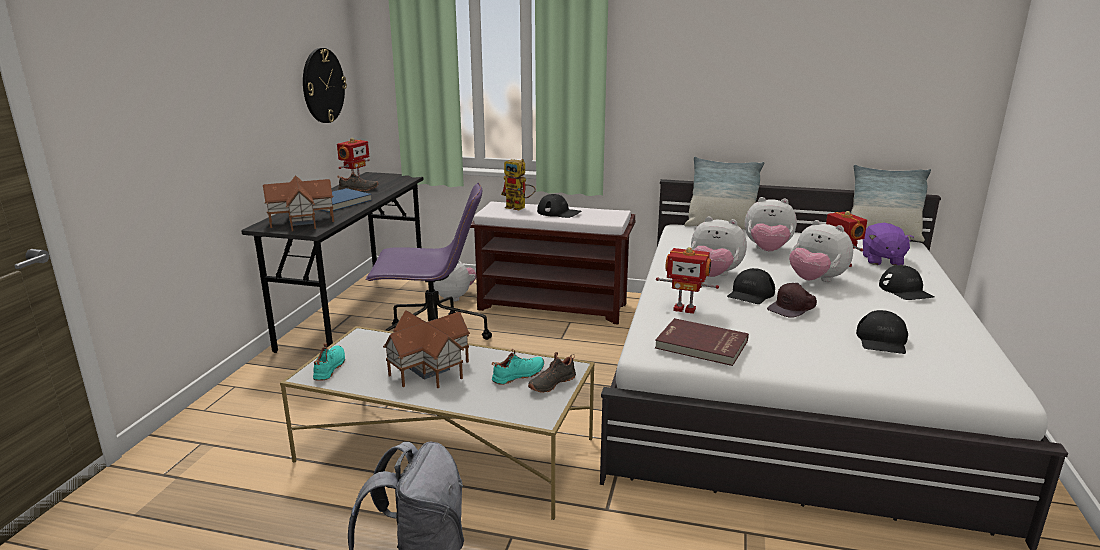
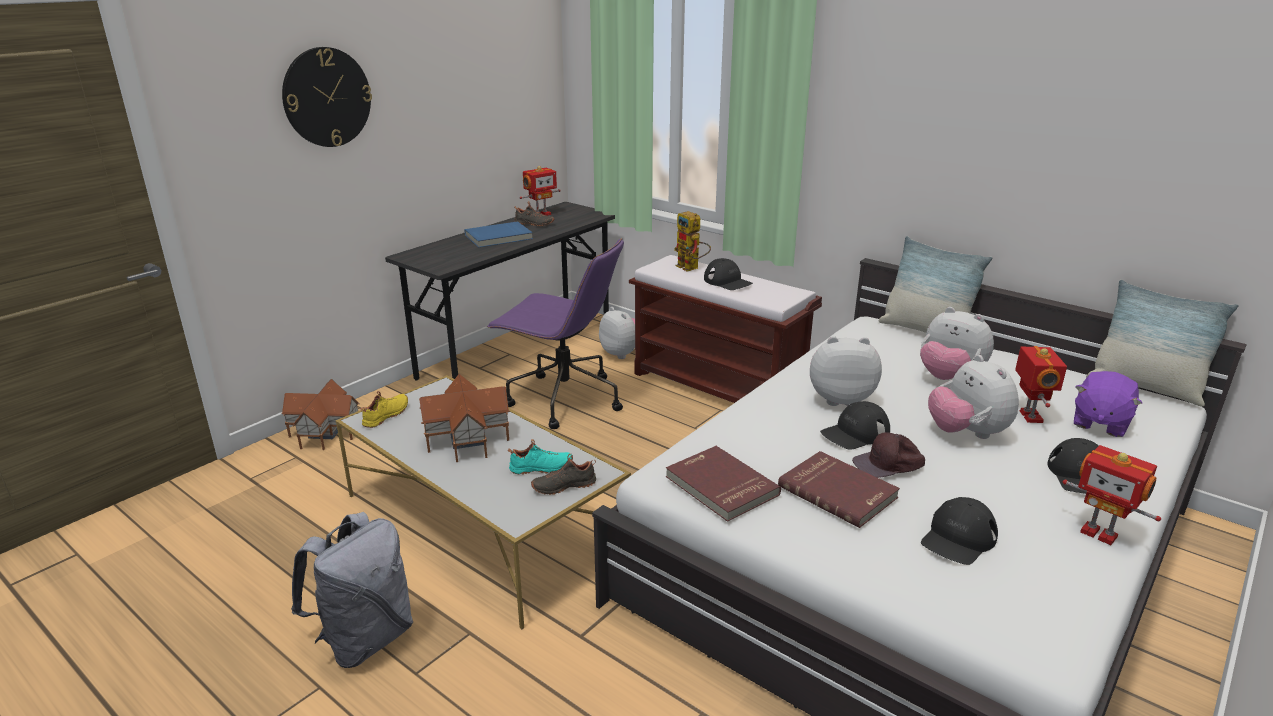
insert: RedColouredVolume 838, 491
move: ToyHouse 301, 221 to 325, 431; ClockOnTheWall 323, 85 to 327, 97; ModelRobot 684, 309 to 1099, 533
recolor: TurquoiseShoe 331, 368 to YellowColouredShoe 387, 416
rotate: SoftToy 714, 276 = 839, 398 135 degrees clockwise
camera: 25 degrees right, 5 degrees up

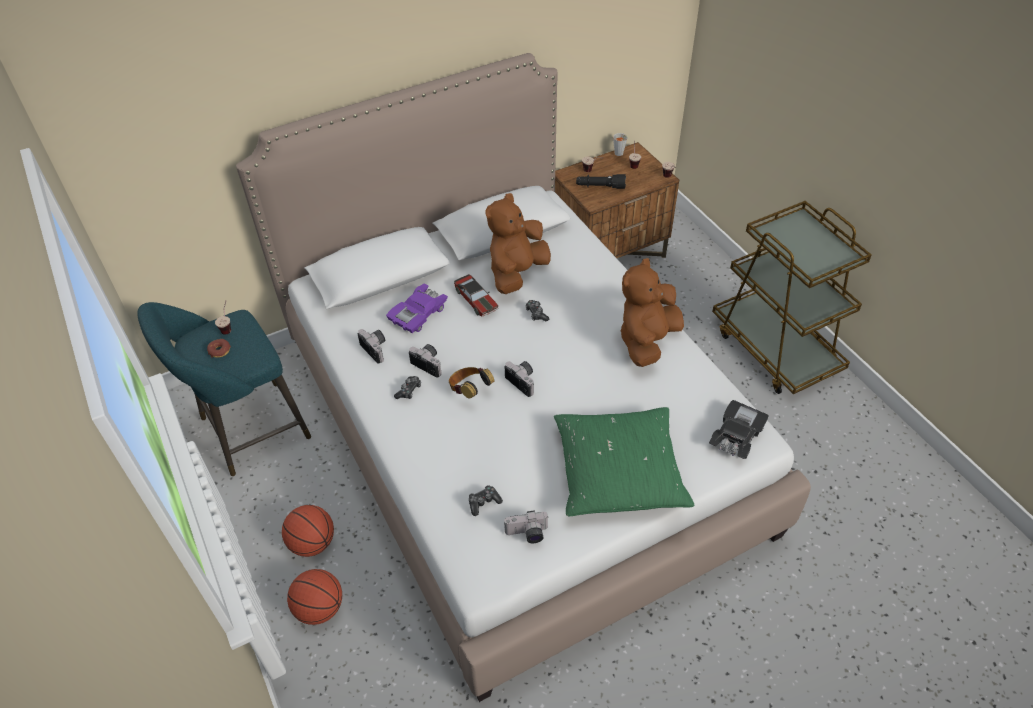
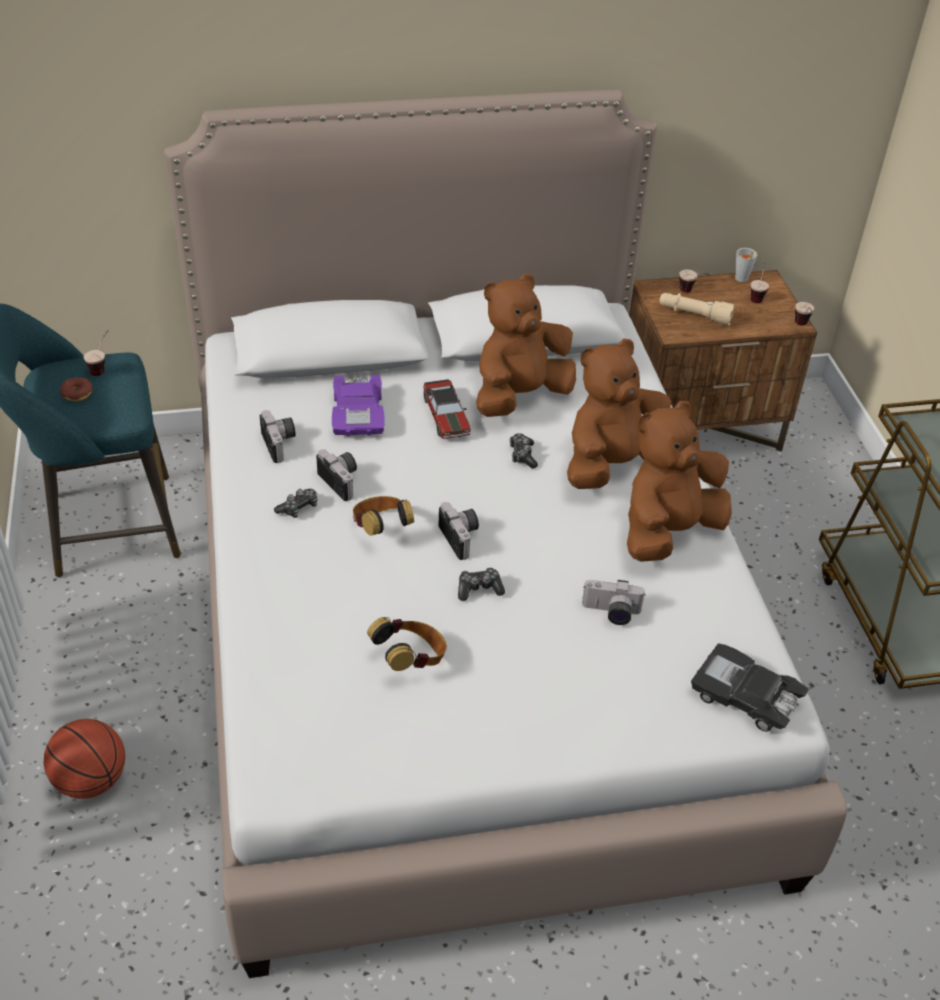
delete: BasketballBall 312, 543; GreenishPillow 619, 471
insert: Headset 410, 660; BrownSoftToy 612, 466
move: Joypad 483, 502 to 479, 589; PhotoCamera 527, 534 to 611, 613
recolor: BlackFlashlight 600, 186 to BeigeColouredFlashlight 694, 315
rotate: PurplishToyCar 418, 314 = 358, 414 60 degrees counterclockwise; BlackToyCar 736, 435 = 745, 697 105 degrees counterclockwise
camera: 15 degrees right, 5 degrees down

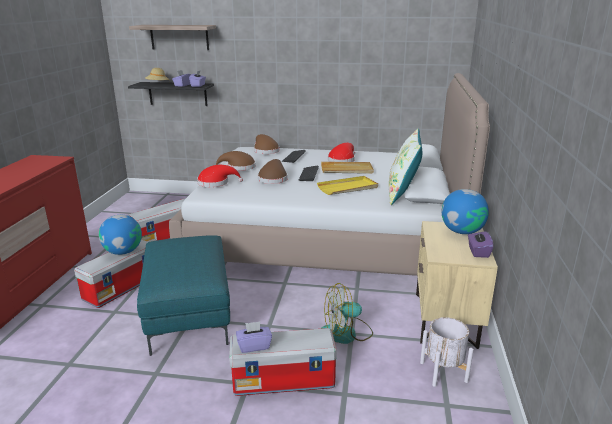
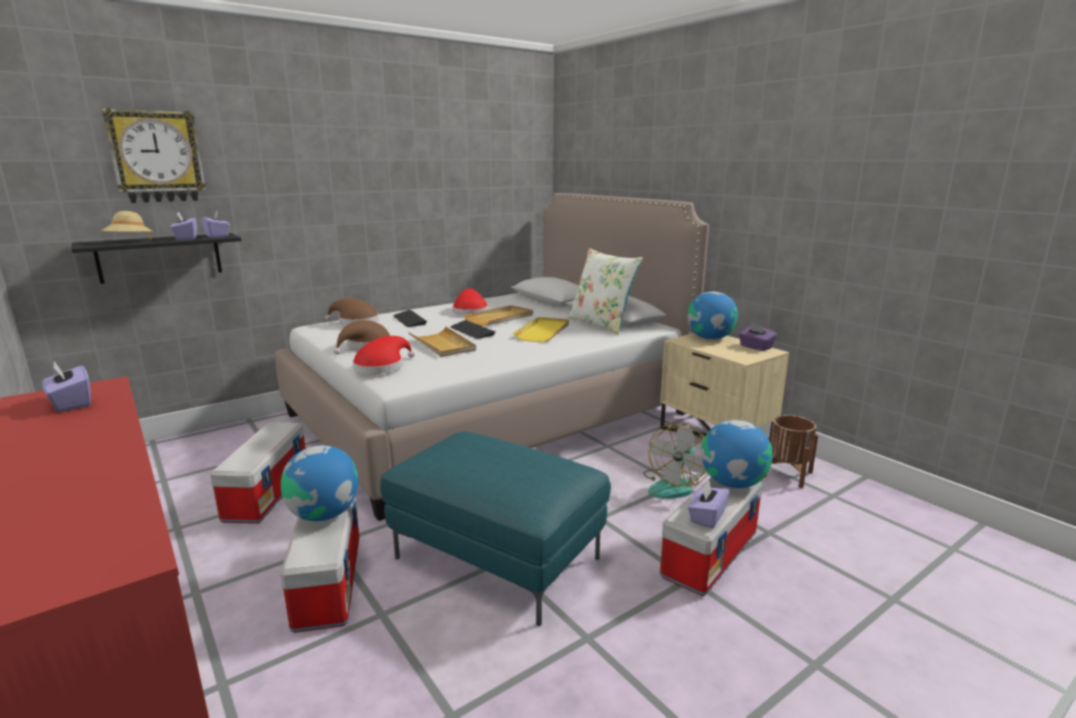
insert: PurplishTissueHolder 71, 403; WorldGlobe 733, 483
replace: Shelf 179, 37 to ClockOnTheWall 157, 157; BrownClothingHat 273, 179 to BeigeColouredServingTray 442, 345
recolor: WhiteColouredPlanter 444, 372 to BrownPlanter 787, 474
camera: 45 degrees left, 5 degrees down

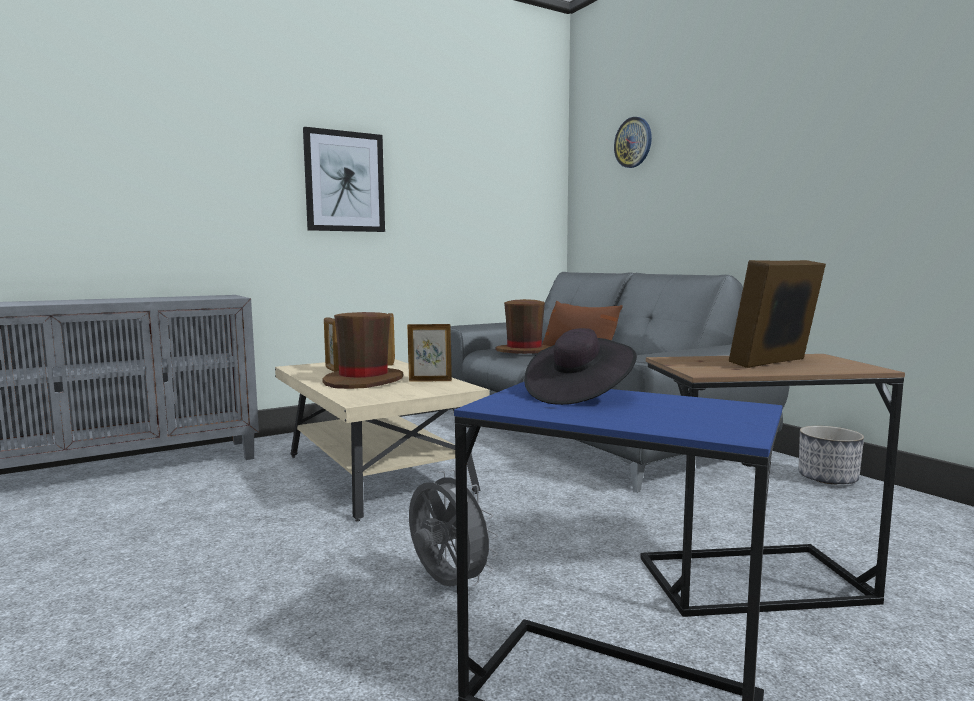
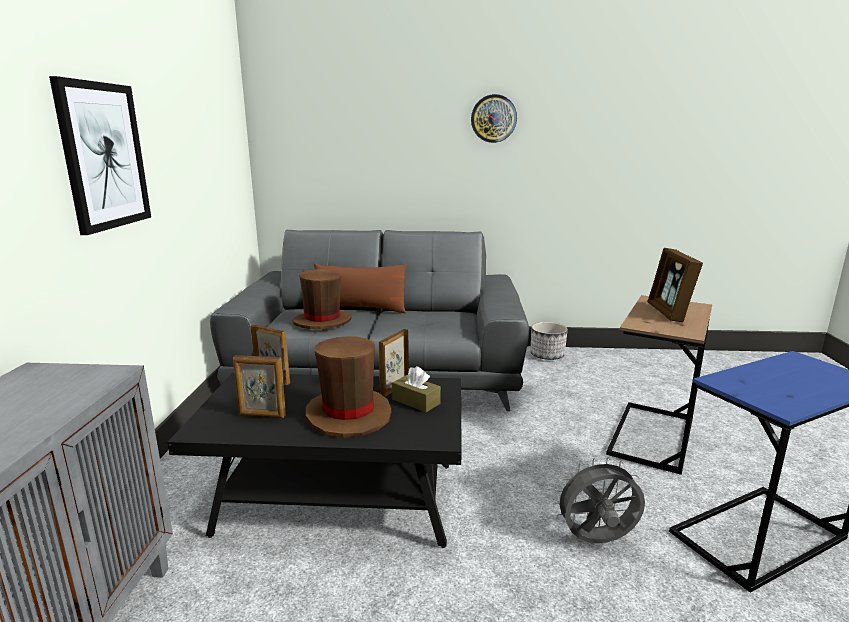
delete: BlackClothingHat 578, 395
insert: BrownTissueHolder 416, 401
move: ClockOnTheWall 633, 142 to 493, 118
recolor: BeigeColouredLowTable 375, 473 to BlackLowTable 338, 499
camera: 55 degrees left, 10 degrees up

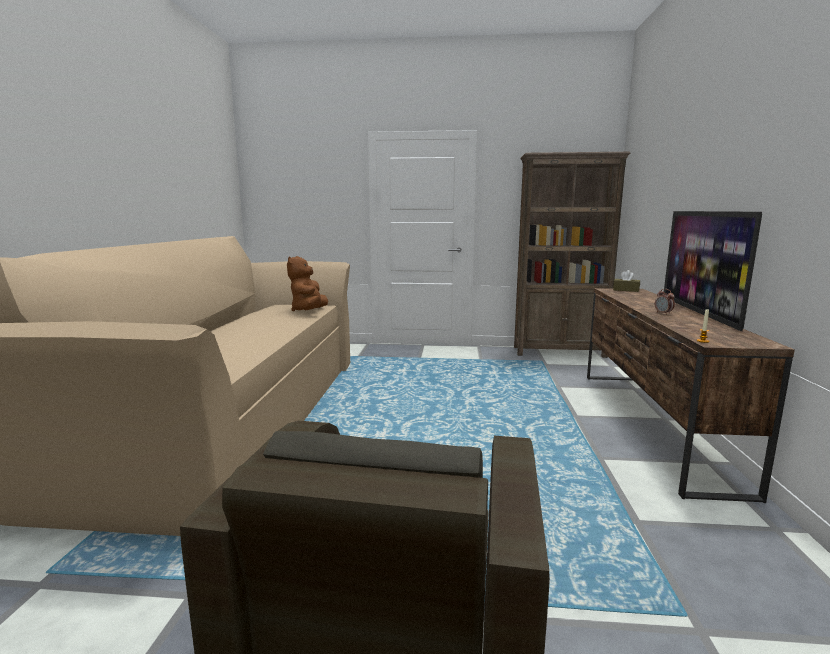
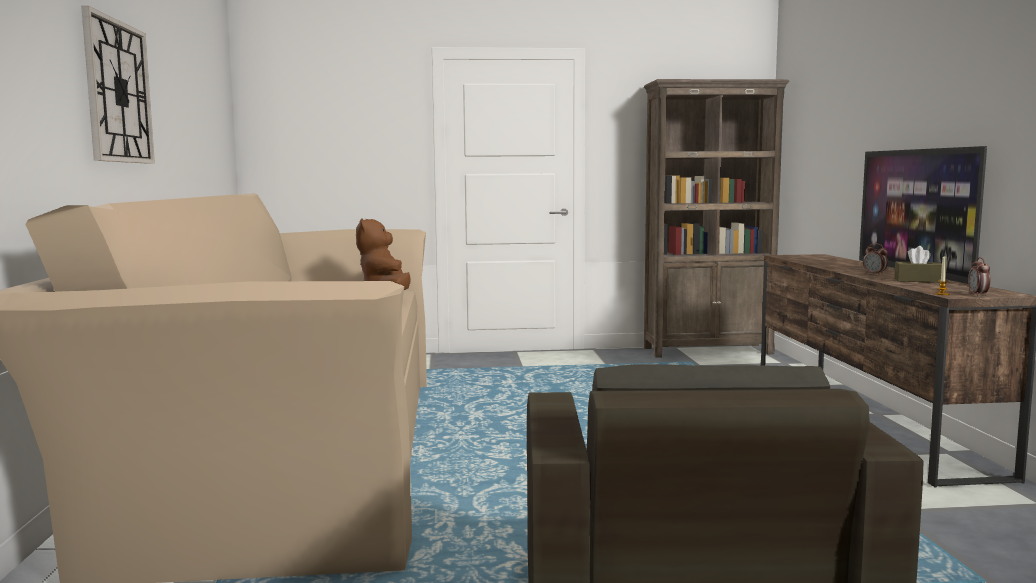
insert: ClockOnTheWall 118, 92; AlarmClock 978, 295
move: BrownTissueHolder 626, 290 to 918, 280
camera: 10 degrees left, 5 degrees down

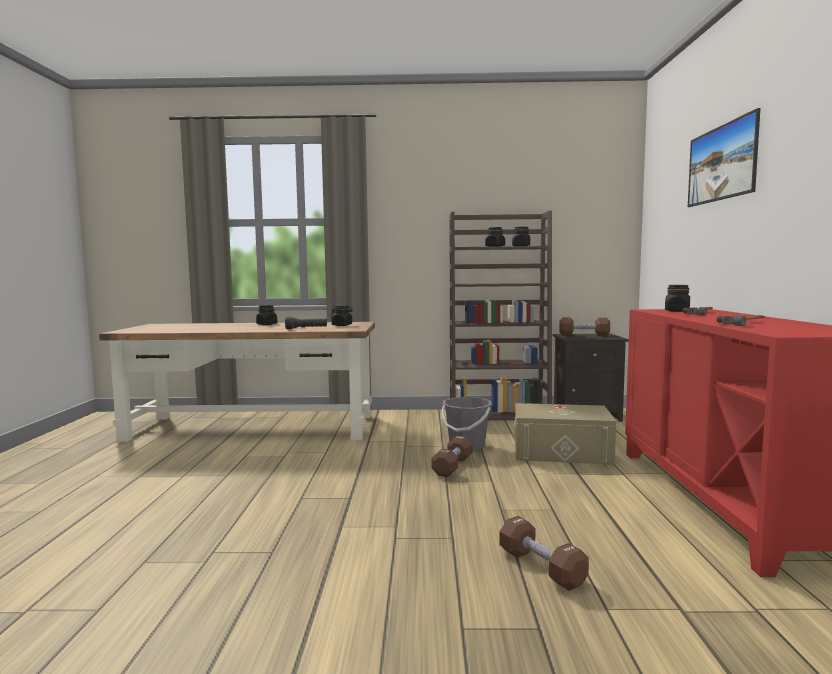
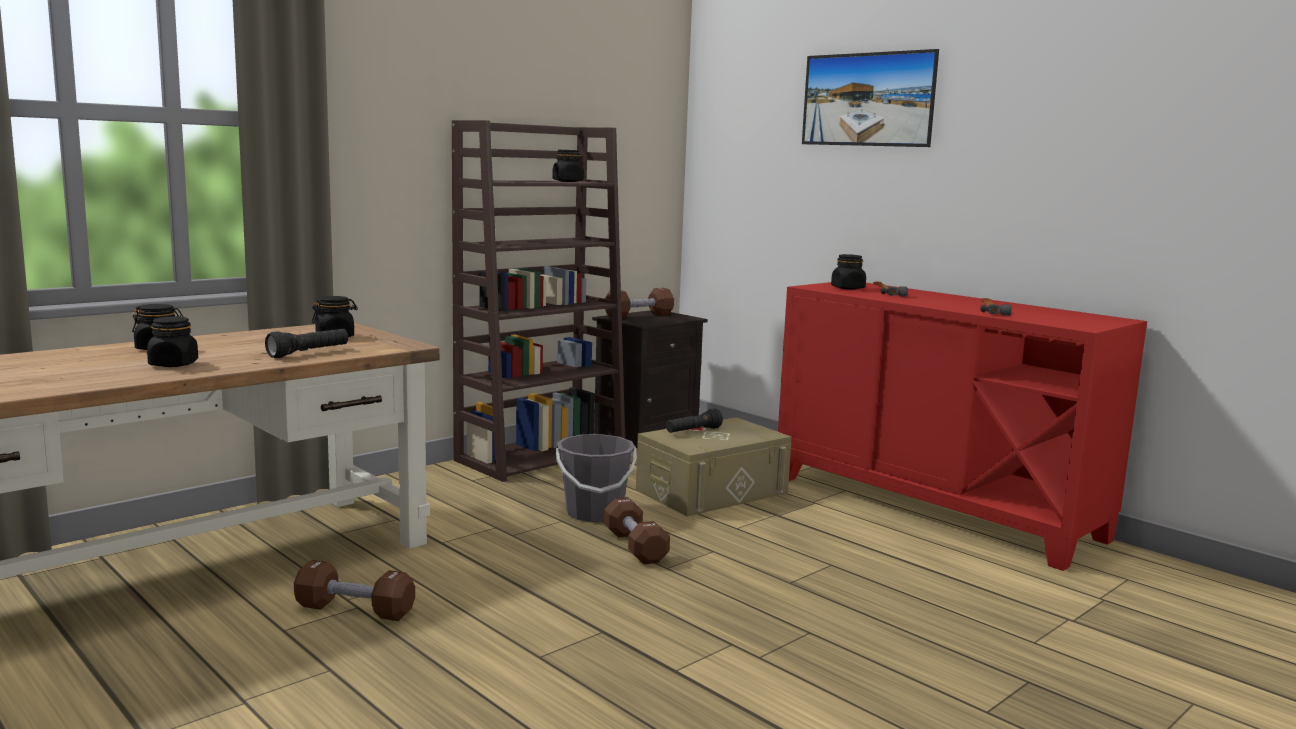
insert: BlackFlashlight 693, 431
move: BlackStorageJar 495, 247 to 173, 364; BrownHandWeight 541, 567 to 355, 610
camera: 45 degrees left, 5 degrees up

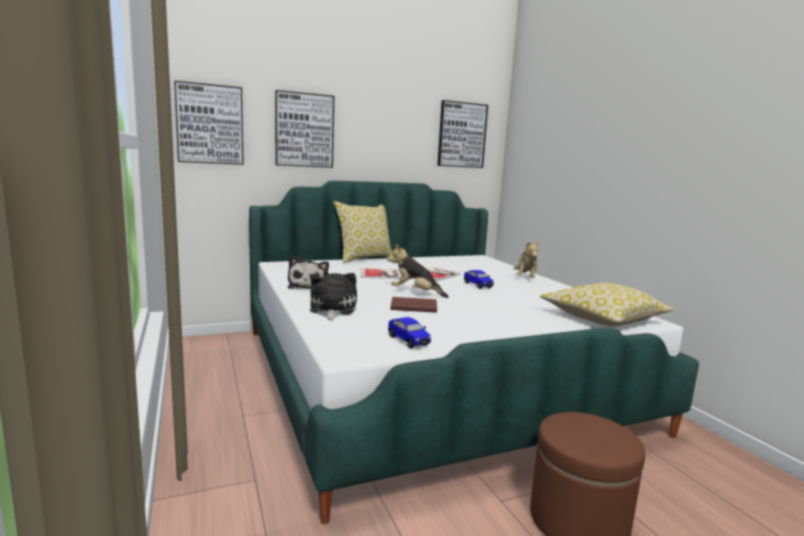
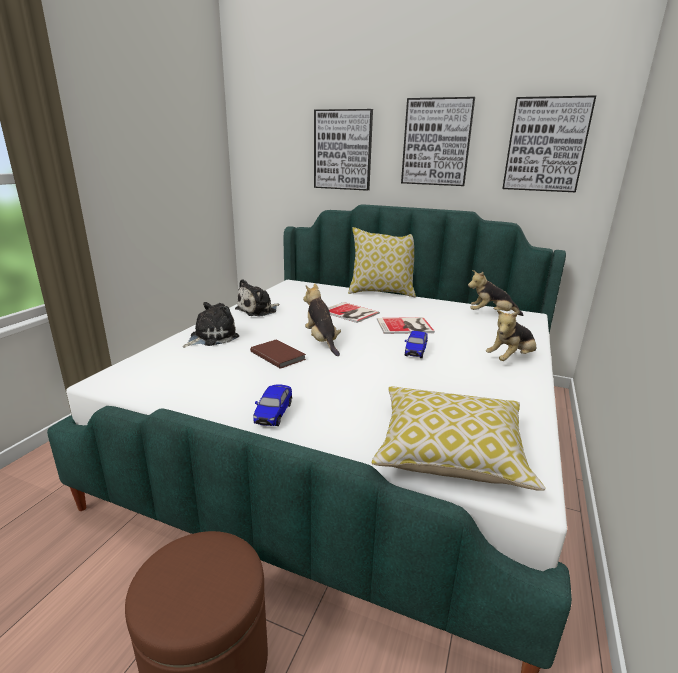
insert: SoftToy 491, 314
move: Picture 210, 124 to 436, 142; ToyCar 408, 341 to 273, 414
camera: 45 degrees right, 10 degrees up

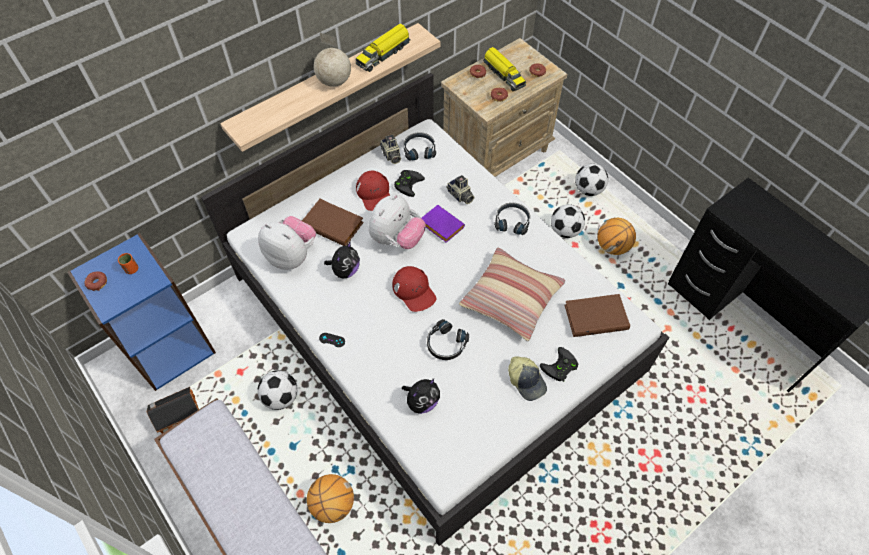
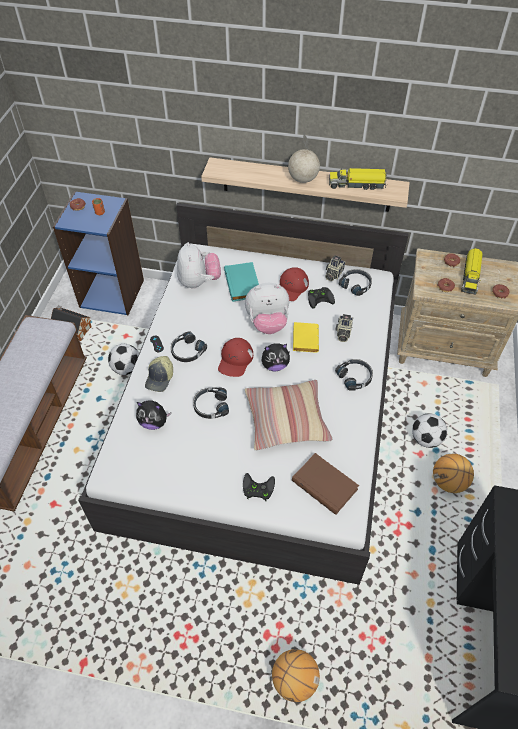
delete: Football 588, 190
insert: BlackHeadset 187, 351
move: BasketballBall 333, 504 to 294, 680; SoftToy 345, 270 to 275, 365; BaseballCap 527, 381 to 160, 378
recolor: BrownVolume 333, 224 to TurquoiseVolume 243, 284; PurplishVolume 440, 226 to YellowColouredVolume 304, 339
camera: 50 degrees right, 5 degrees down

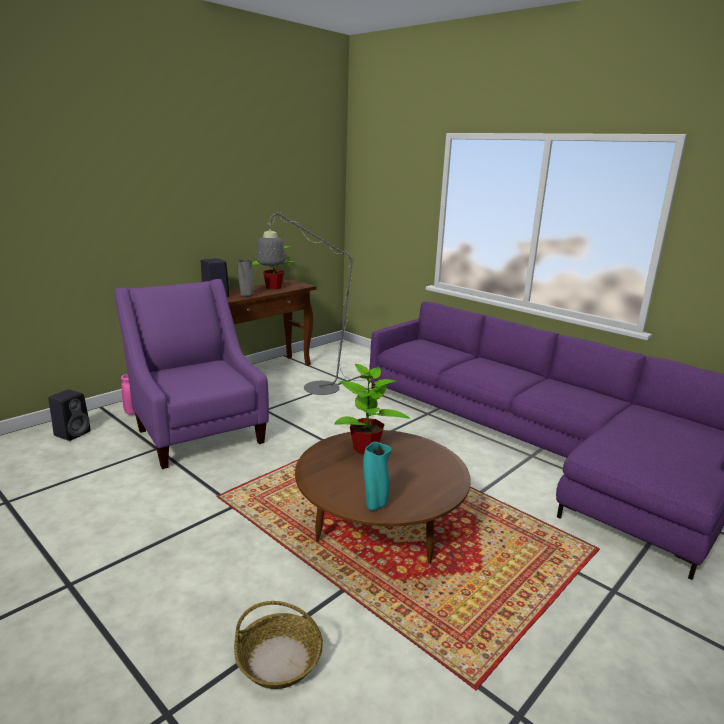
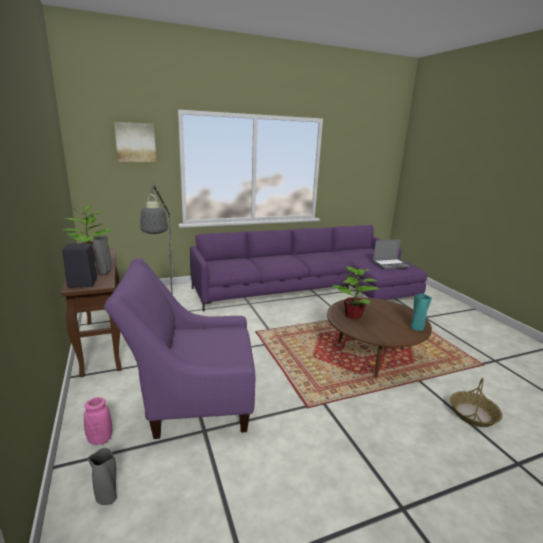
insert: Picture 135, 142; PortableComputer 390, 264
replace: BlackLoudspeaker 73, 433 to GrayFlowerVase 107, 498
camera: 65 degrees left, 0 degrees up

